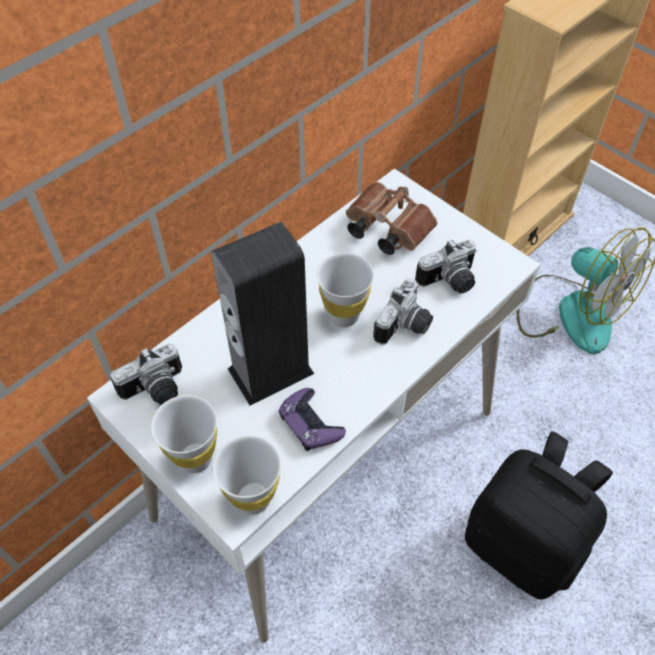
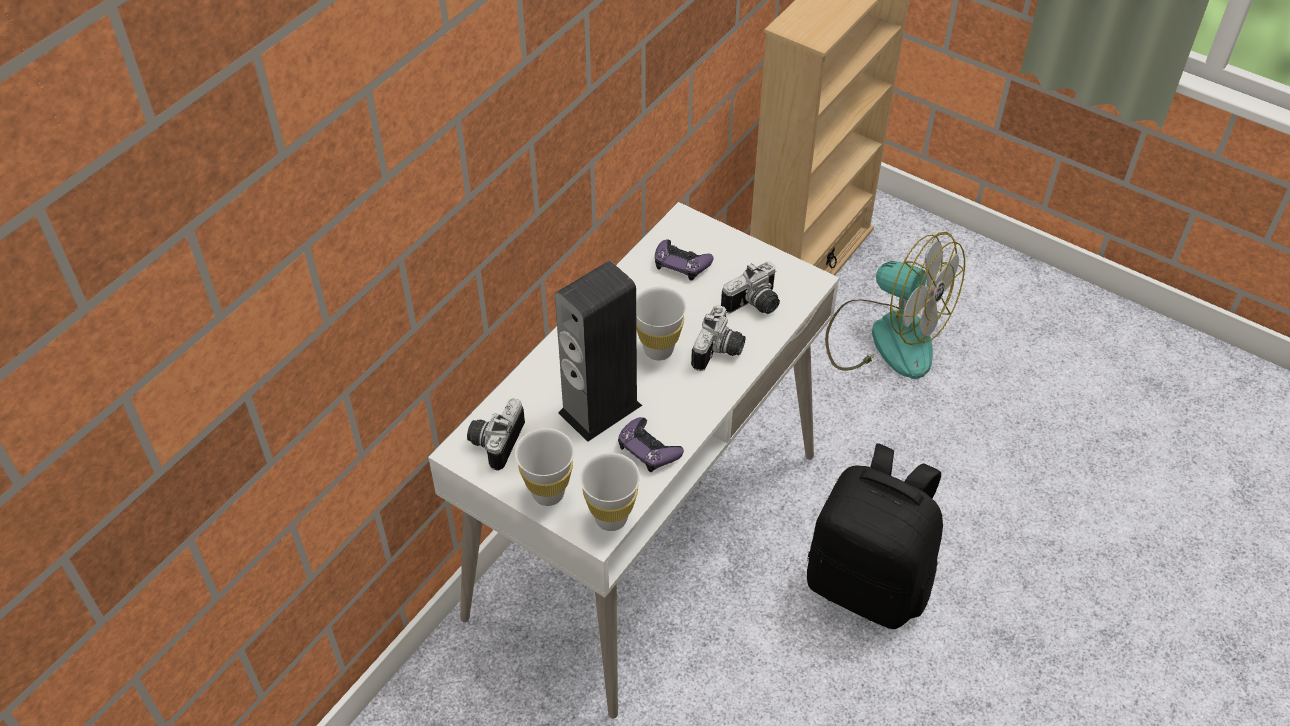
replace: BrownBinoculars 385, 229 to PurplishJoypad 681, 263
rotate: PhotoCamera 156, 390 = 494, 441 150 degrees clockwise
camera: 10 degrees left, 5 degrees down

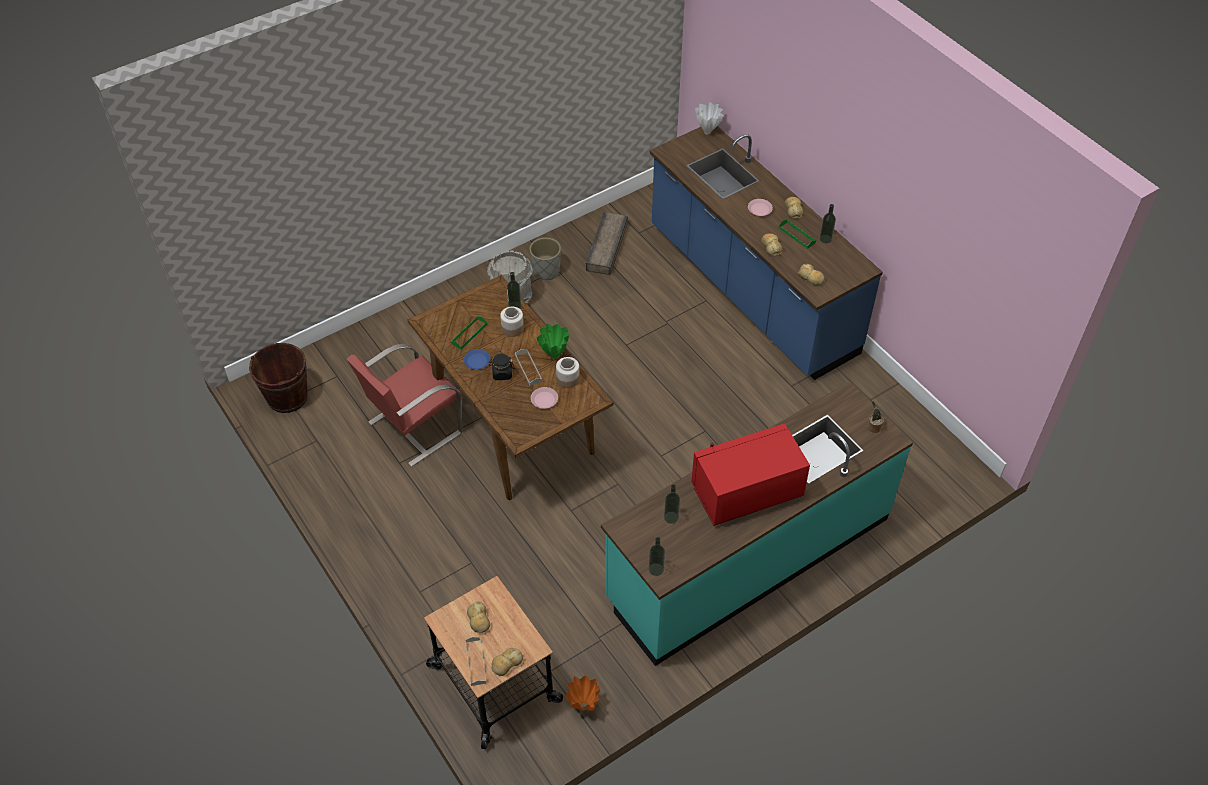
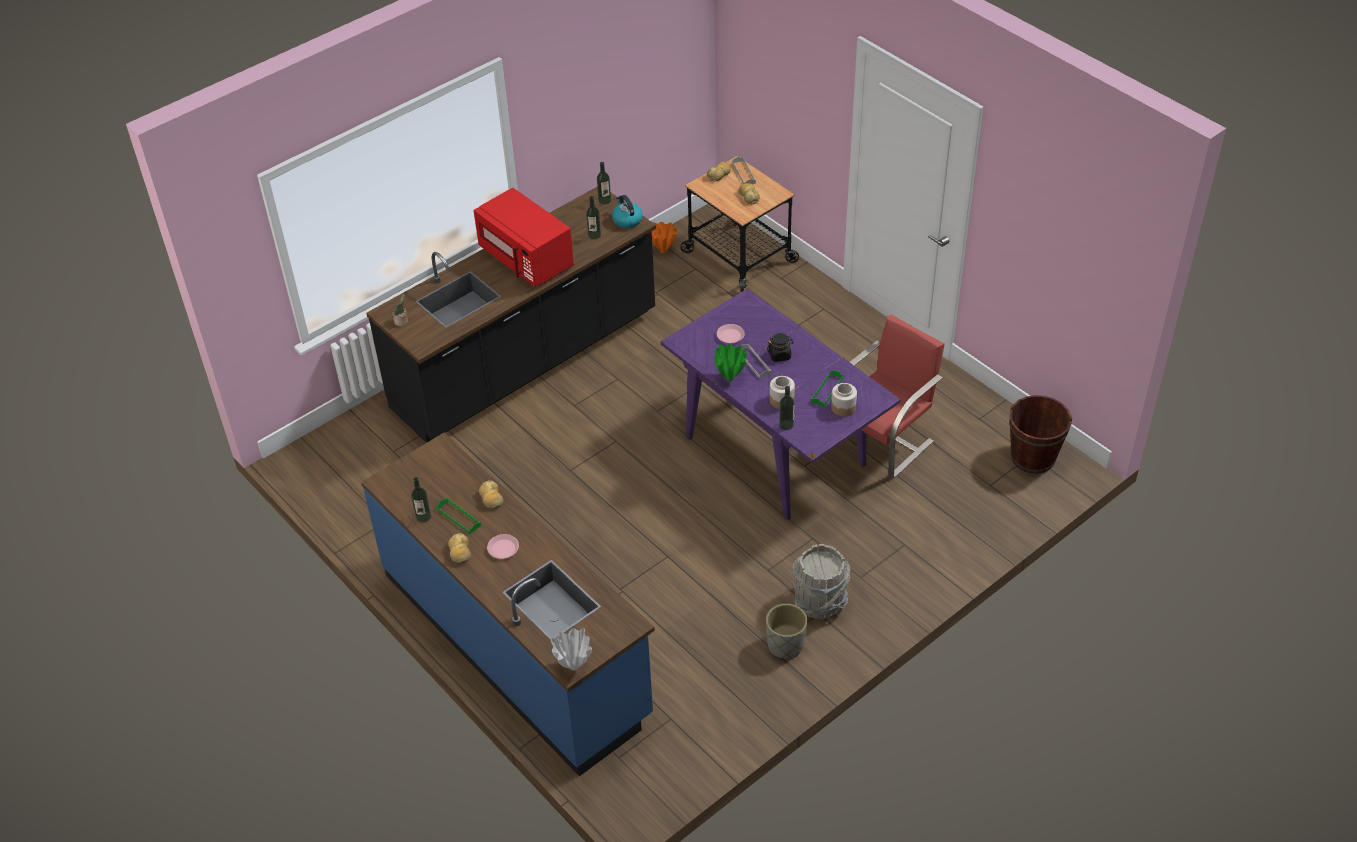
delete: BlueFlatDish 477, 361; PackingCrate 608, 246; BakedBread 811, 278
insert: TeaKettle 627, 220
move: StorageJar 567, 379 to 843, 407
recolor: BrownDinnerTable 513, 428 to PurplishDinnerTable 776, 451; TurquoiseCounter 748, 558 to BlackCounter 526, 362
rotate: RedColouredKitchenMicrowave 746, 492 = 527, 258 75 degrees clockwise
camera: 175 degrees right, 5 degrees down

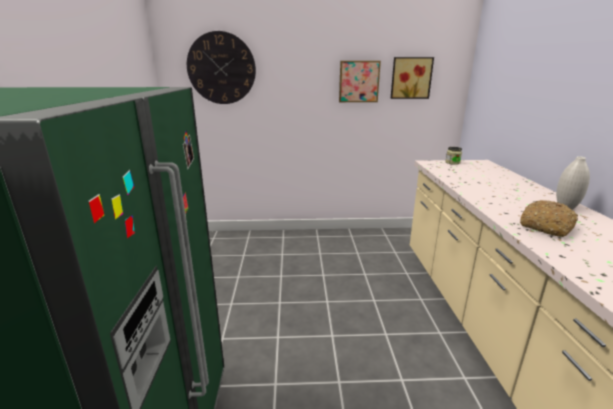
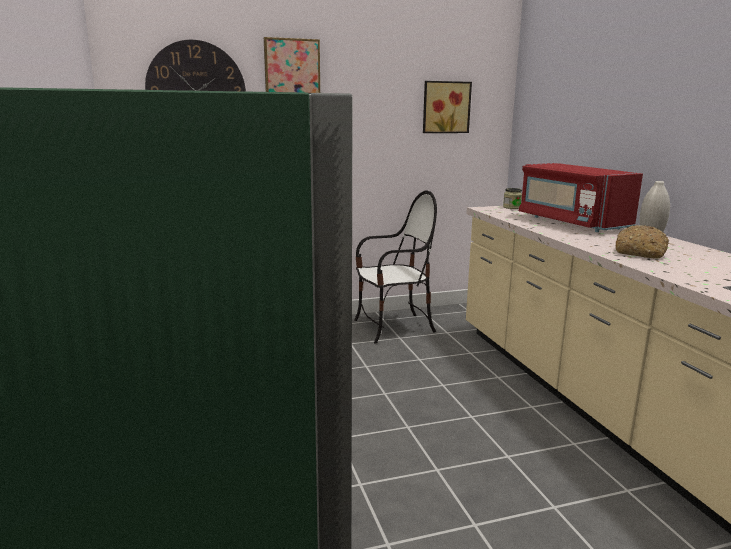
insert: UprightChair 393, 327; RedColouredKitchenMicrowave 571, 222
move: Picture 358, 81 to 292, 68
camera: 15 degrees left, 5 degrees down

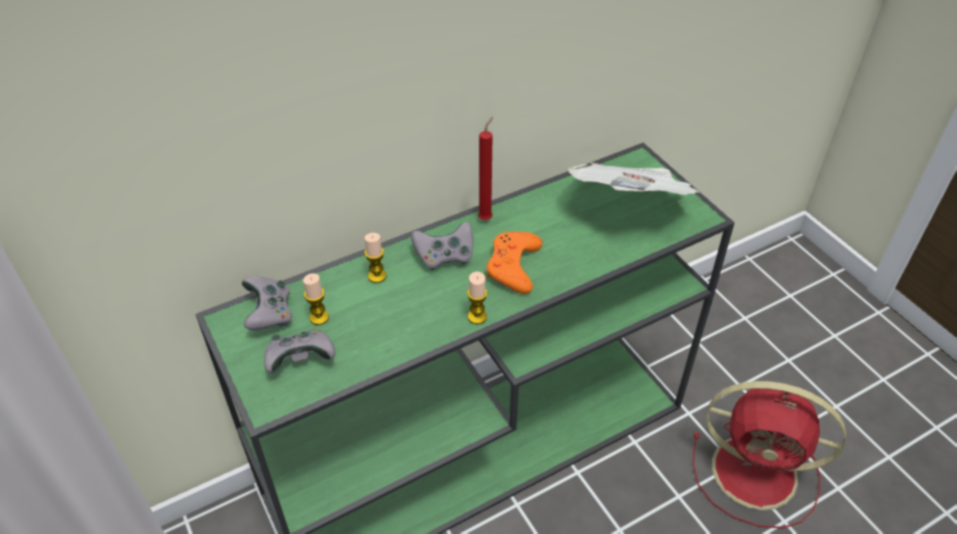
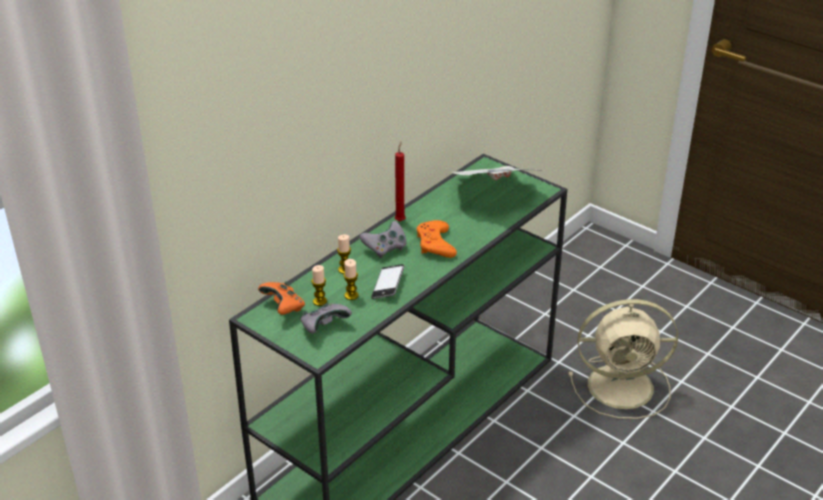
insert: Phone 388, 285
move: WaxCandle 477, 317 to 351, 295
recolor: GrayJoypad 270, 315 to OrangeyJoypad 284, 307; RedColouredElectricFan 758, 473 to BeigeColouredElectricFan 623, 386
camera: 20 degrees left, 10 degrees down

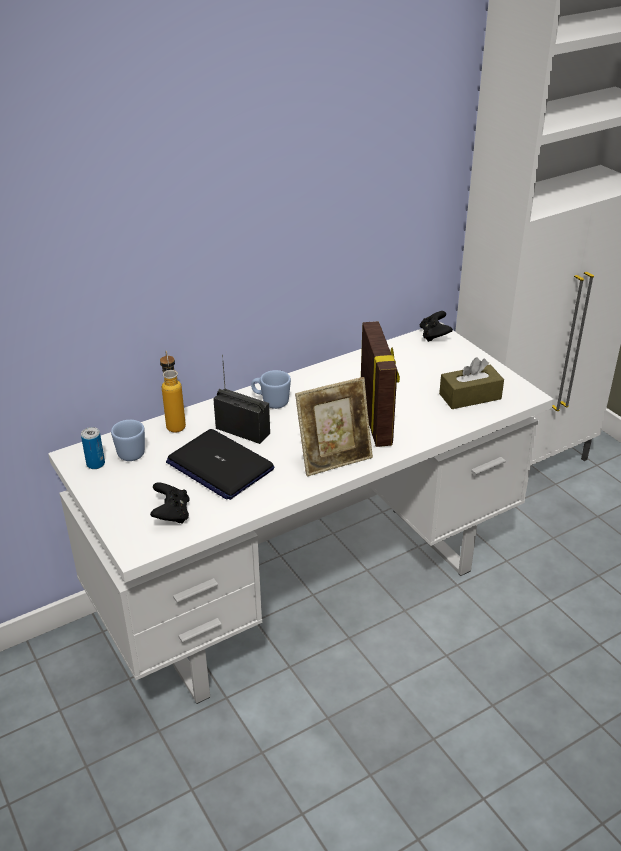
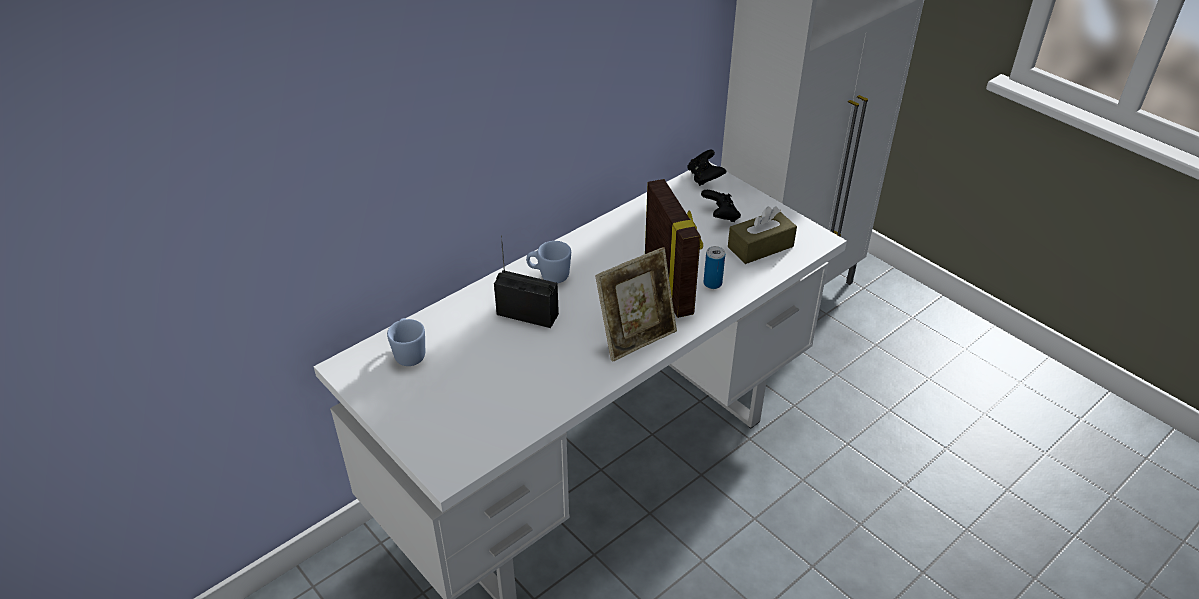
delete: Bottle 175, 423; PortableComputer 219, 466
move: SealedCan 95, 464 to 712, 283; BlackJoypad 171, 514 to 720, 216
camera: 10 degrees left, 5 degrees up

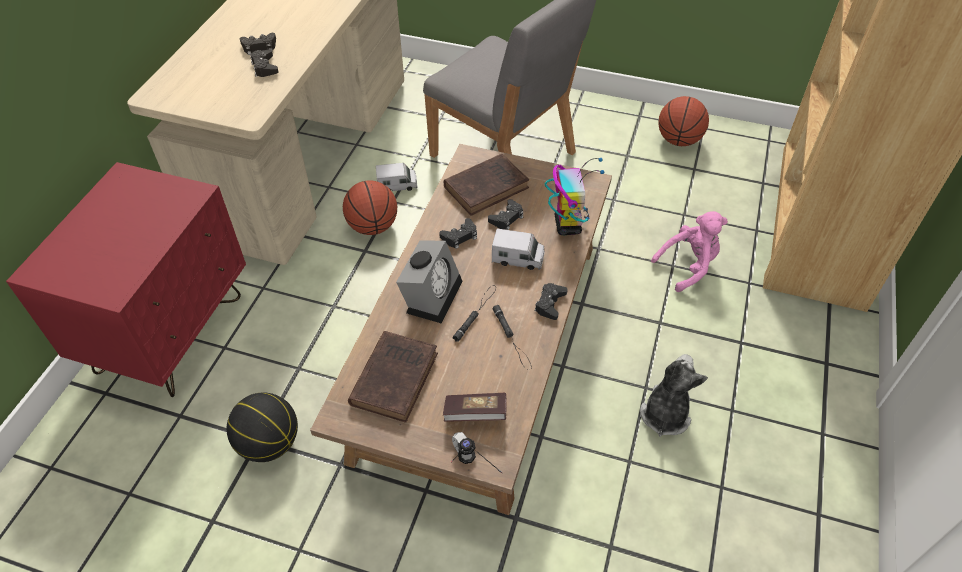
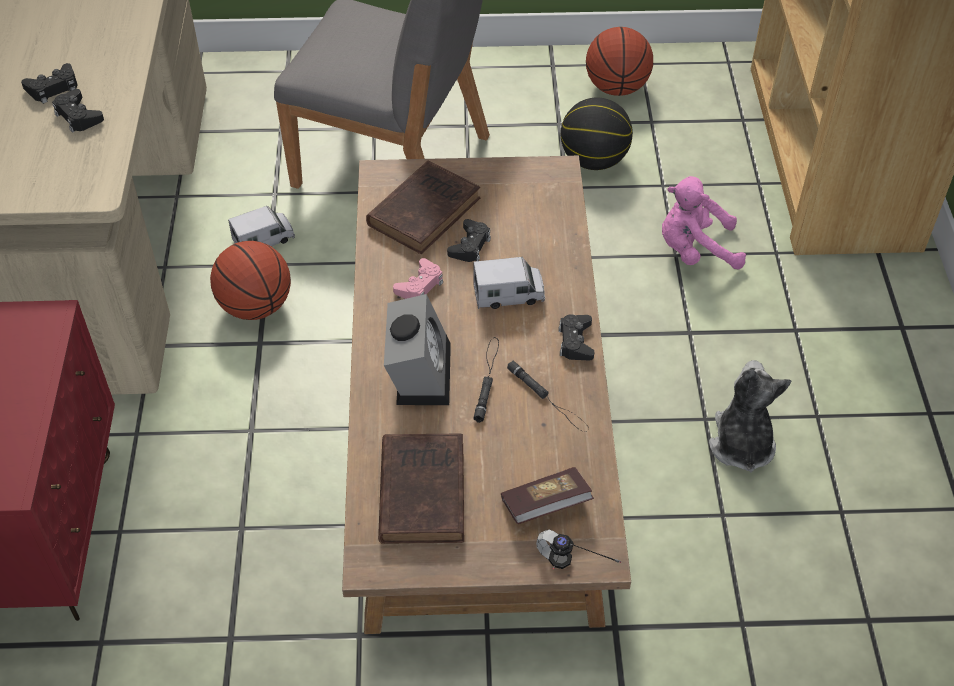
delete: ModelRobot 567, 225
move: BasketballBall 269, 443 to 593, 160
recolor: BlackJoypad 460, 236 to PinkJoypad 420, 286
rotate: PinkSoftToy 688, 266 = 695, 250 135 degrees counterclockwise
camera: 20 degrees left, 0 degrees up

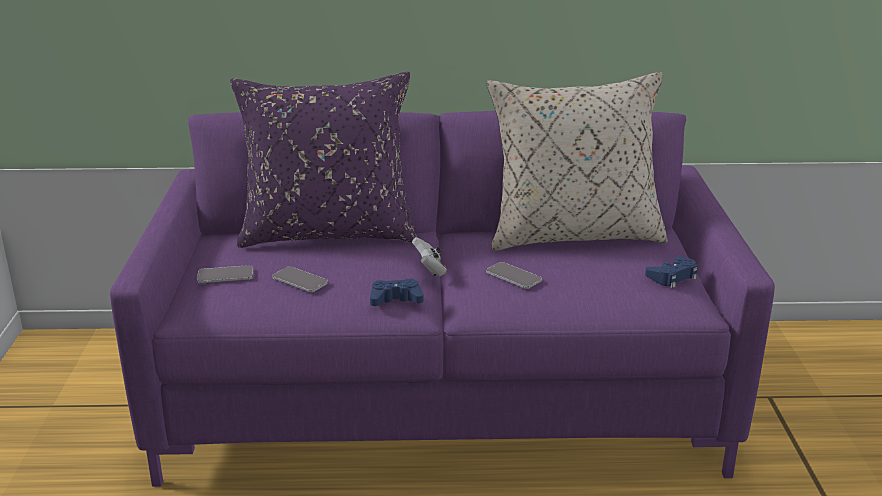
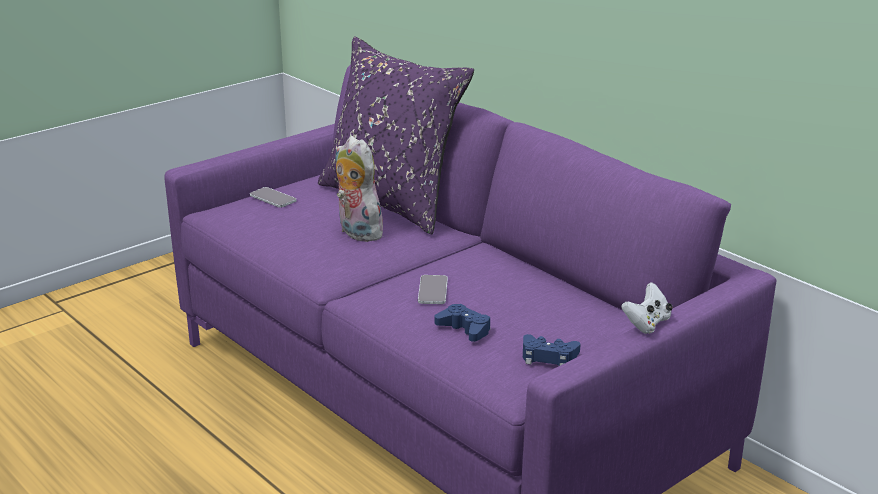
delete: Phone 300, 280; BeigeColouredPillow 573, 235
insert: SoftToy 356, 232
move: BlueJoypad 395, 299 to 464, 329; WhiteColouredJoypad 430, 270 to 647, 324
camera: 50 degrees right, 0 degrees up

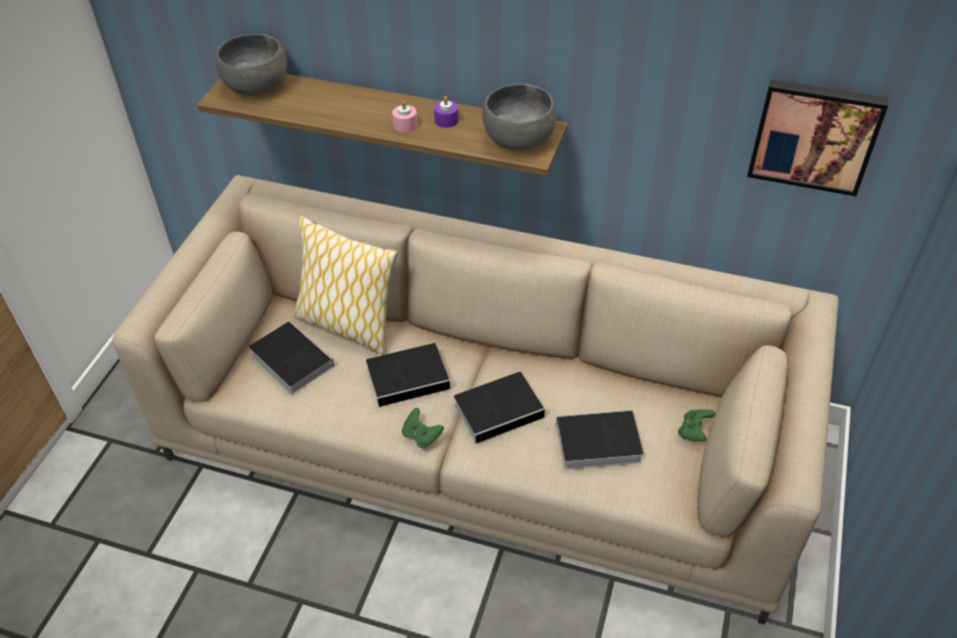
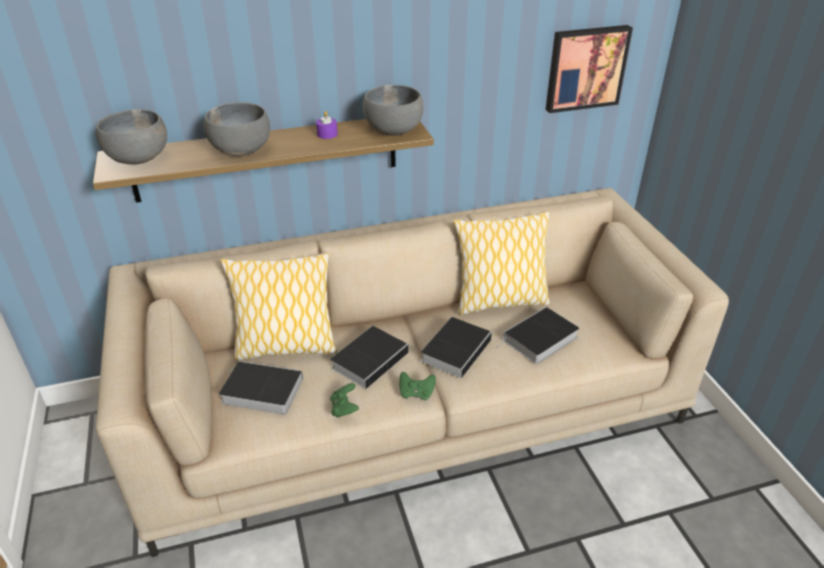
delete: PinkWaxCandle 405, 125
insert: GrayServingBowl 240, 149; Pillow 499, 301
move: GreenishJoypad 694, 432 to 344, 408
camera: 35 degrees left, 10 degrees down

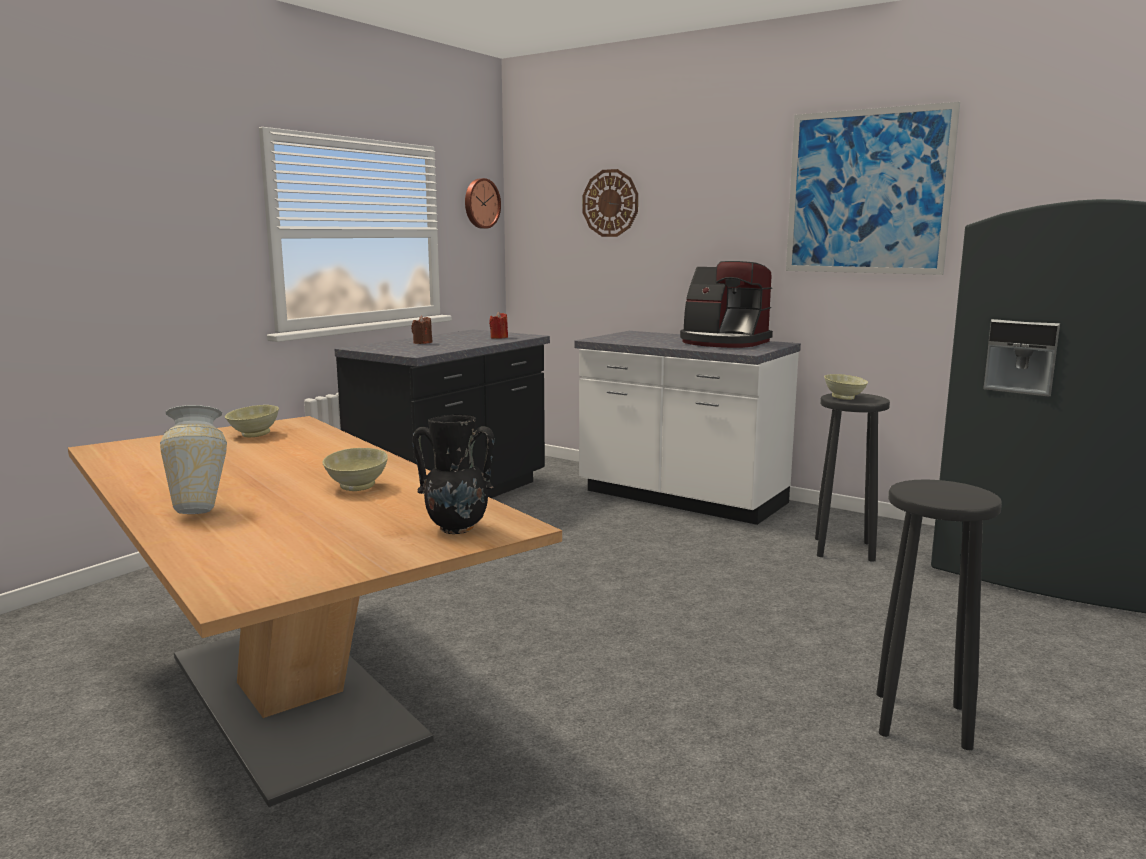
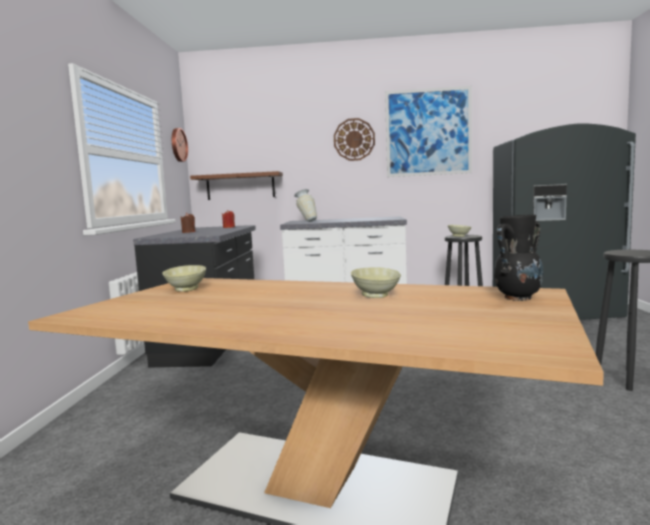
delete: CoffeeMaker 723, 342
insert: BrownShelf 240, 186
move: FlowerVase 201, 508 to 306, 221; ClockOnTheWall 610, 203 to 354, 139
camera: 30 degrees left, 5 degrees down

